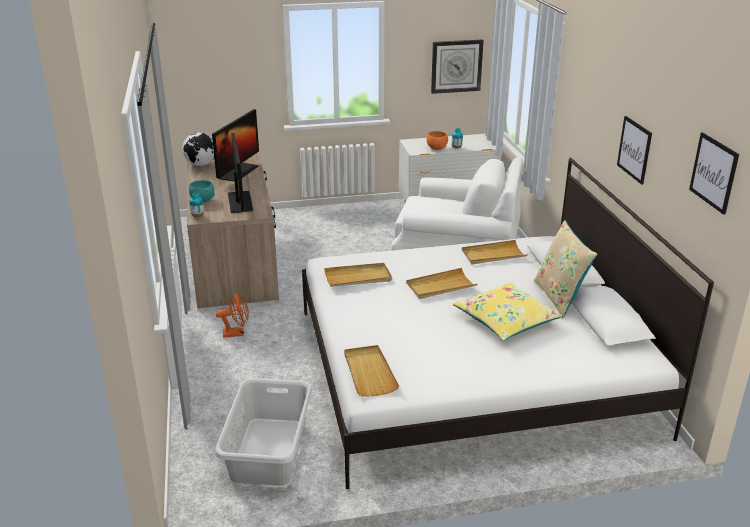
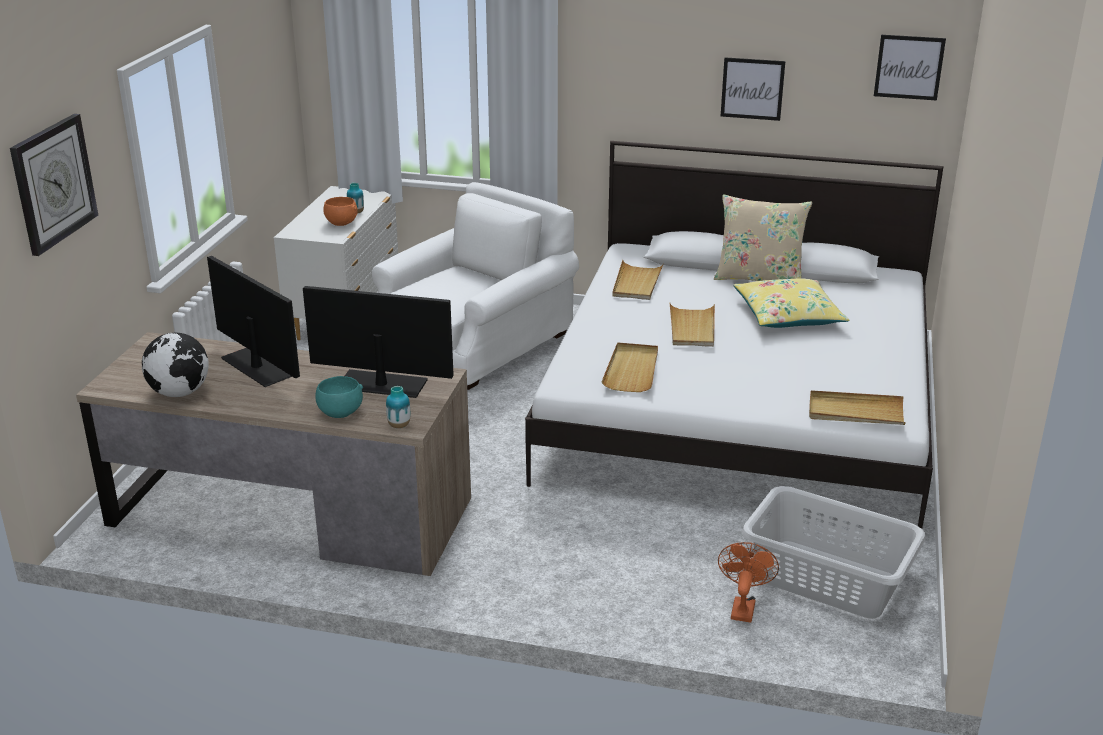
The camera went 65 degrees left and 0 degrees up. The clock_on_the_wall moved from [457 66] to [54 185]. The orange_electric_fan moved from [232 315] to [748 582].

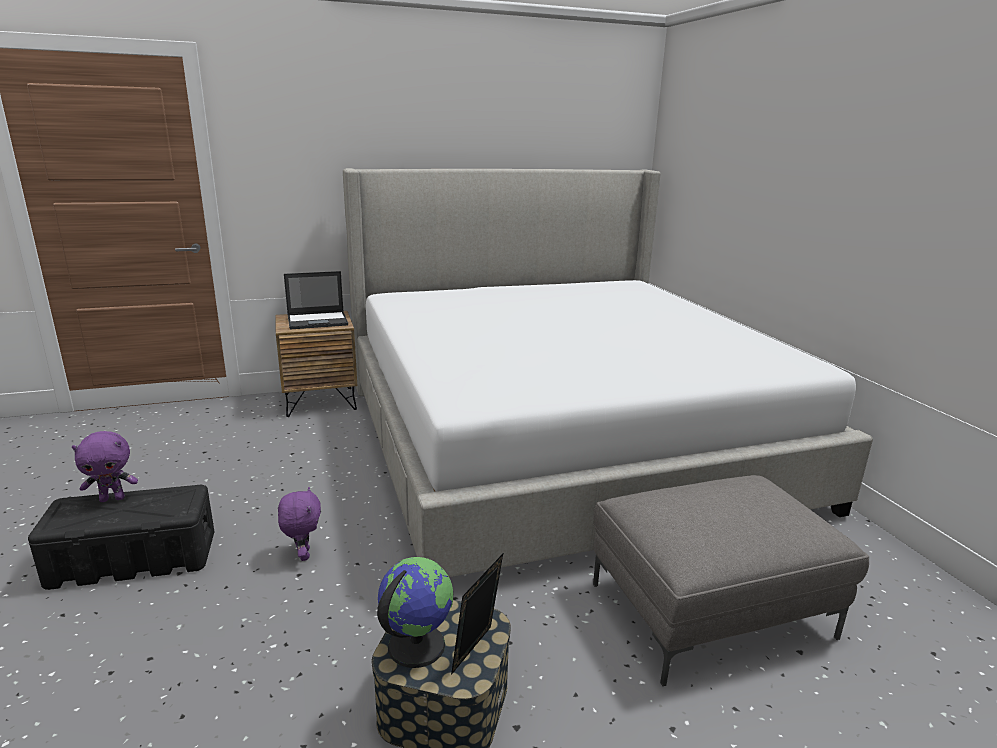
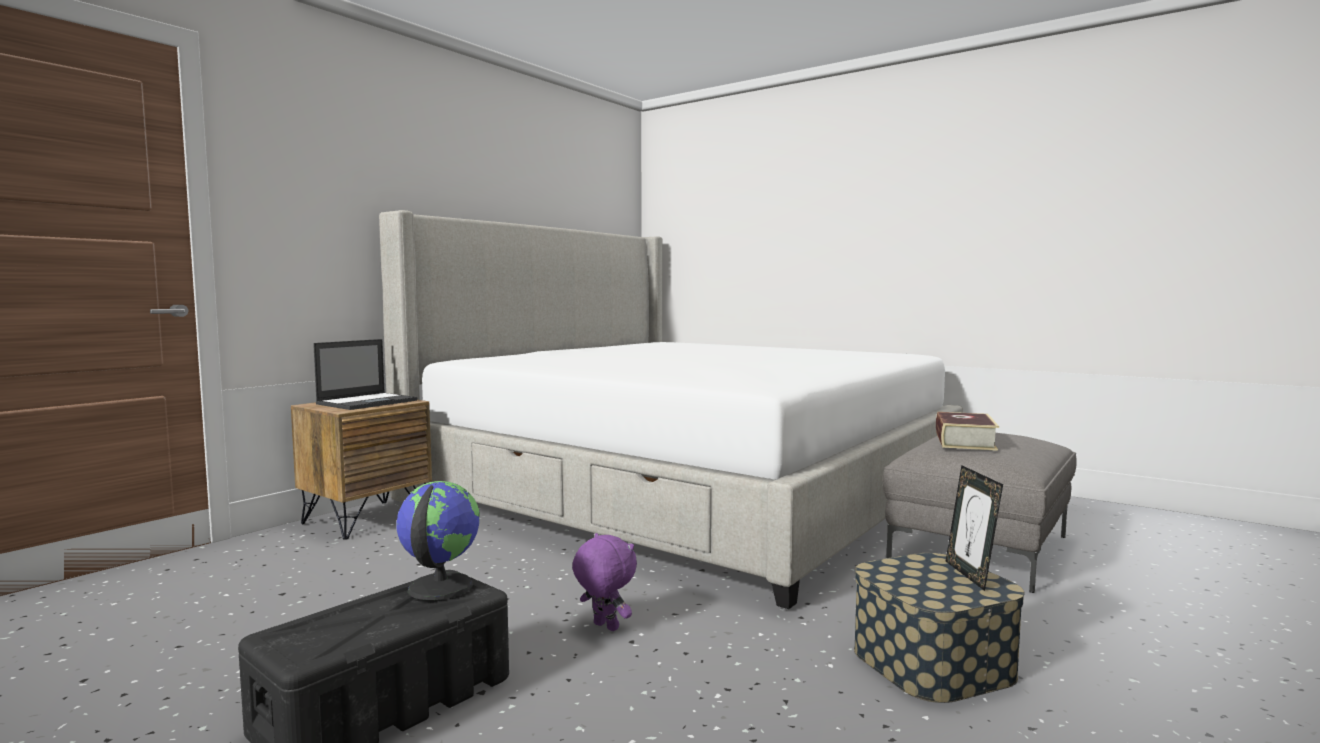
The camera went 35 degrees left and 15 degrees down. The purplish_cuddly_toy at [105 466] disappeared. The globe moved from [415 612] to [438 540]. The bound_book at [967 431] appeared.

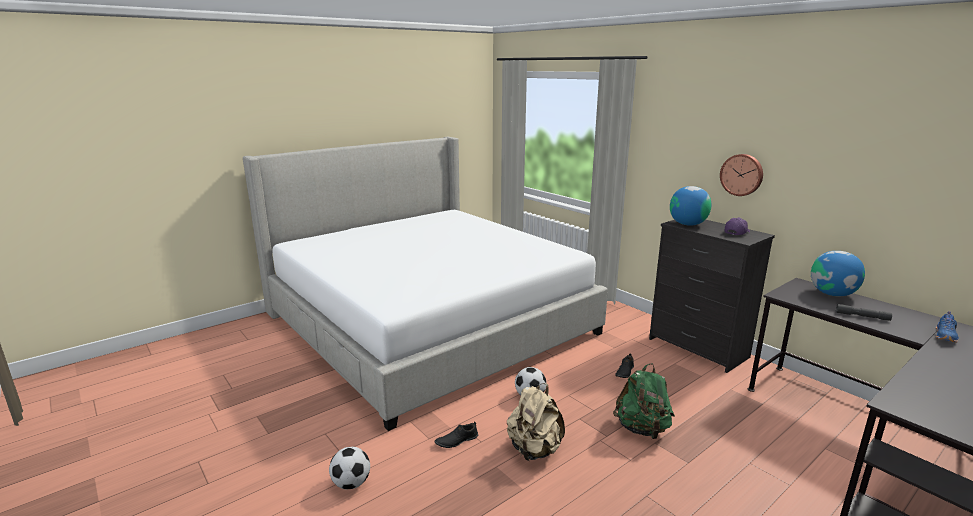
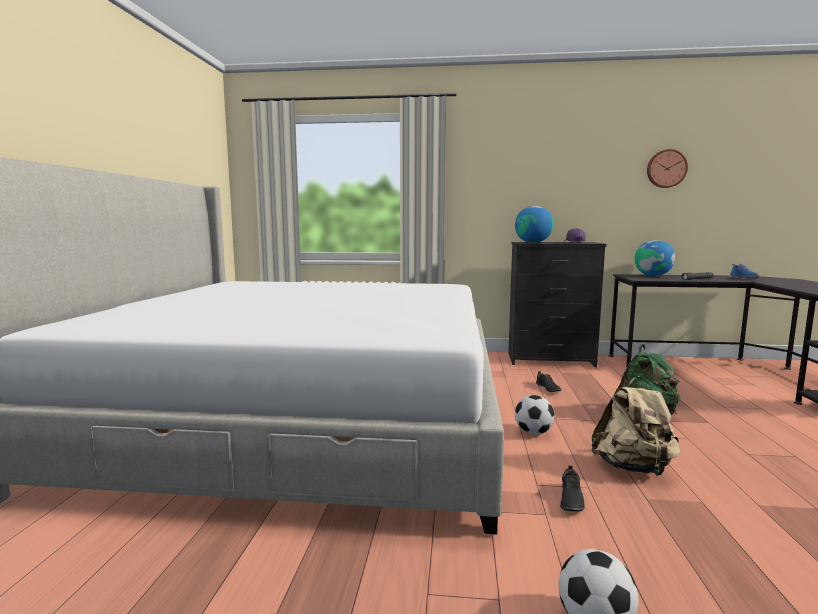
The camera went 45 degrees left and 10 degrees down. The clock_on_the_wall moved from [741 175] to [667 168].

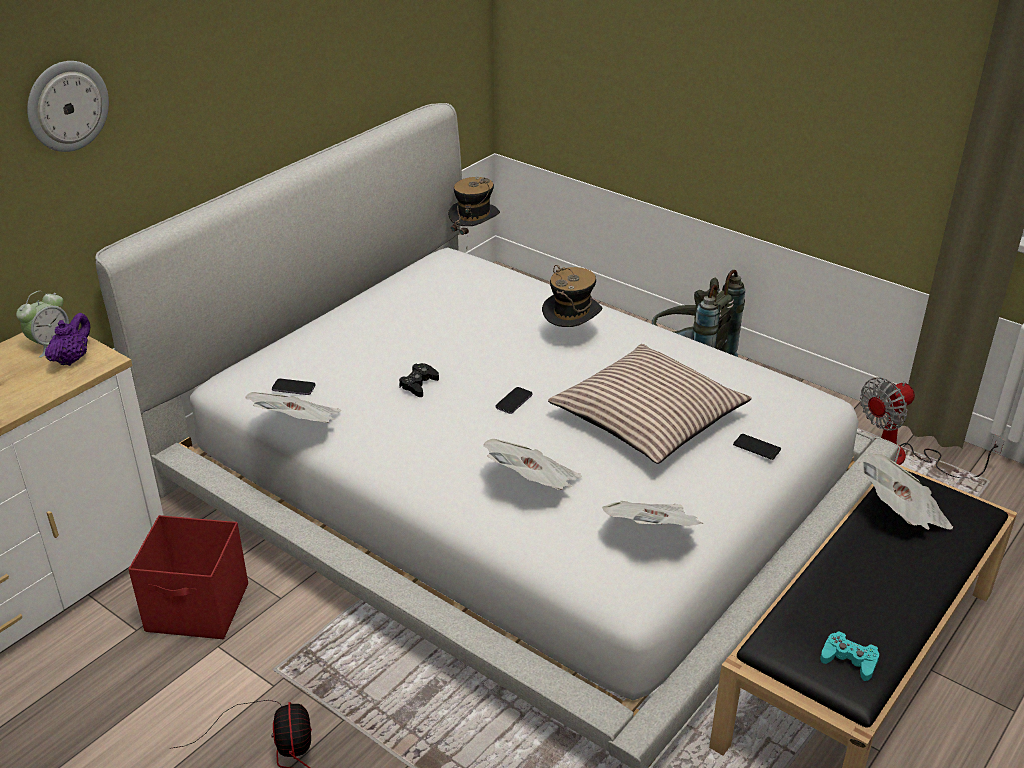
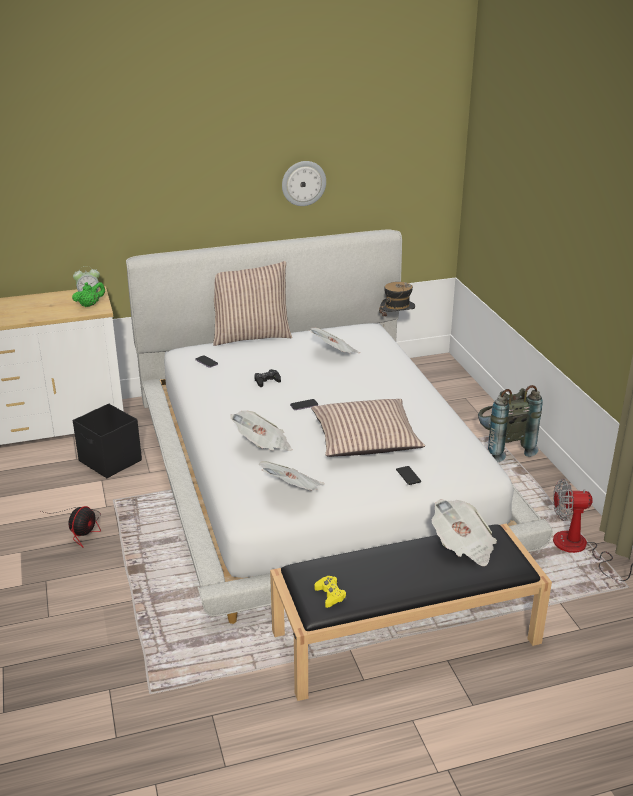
The camera went 35 degrees right and 5 degrees down. The clock_on_the_wall moved from [68 106] to [304 183]. The wearable_hat at [572 296] disappeared. The purplish_teapot at [68 339] became the green_teapot at [88 294]. The printed_paper moved from [293 407] to [335 340]. The red-coloured_storage_bin at [188 577] became the black-coloured_storage_bin at [107 441]. The blue-green_joypad at [850 656] became the yellowish_joypad at [331 592]. The cushion at [252 303] appeared.

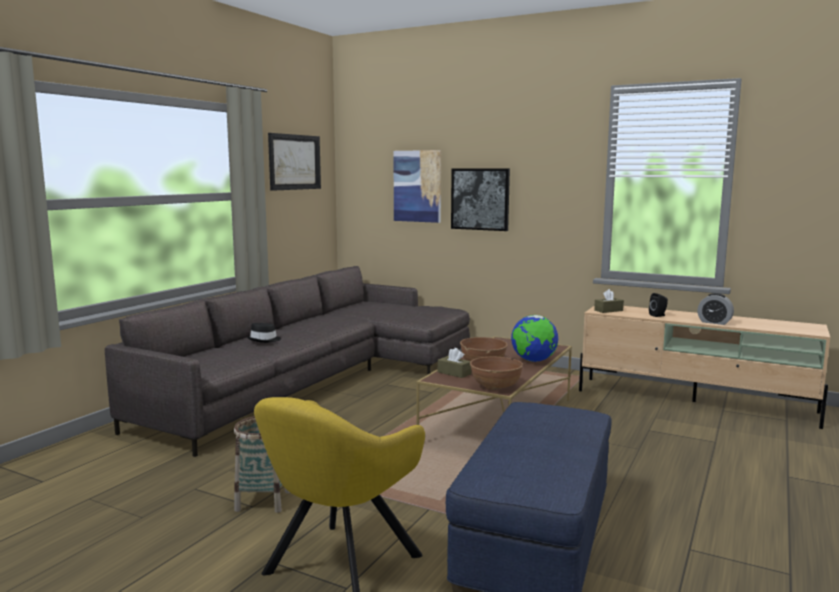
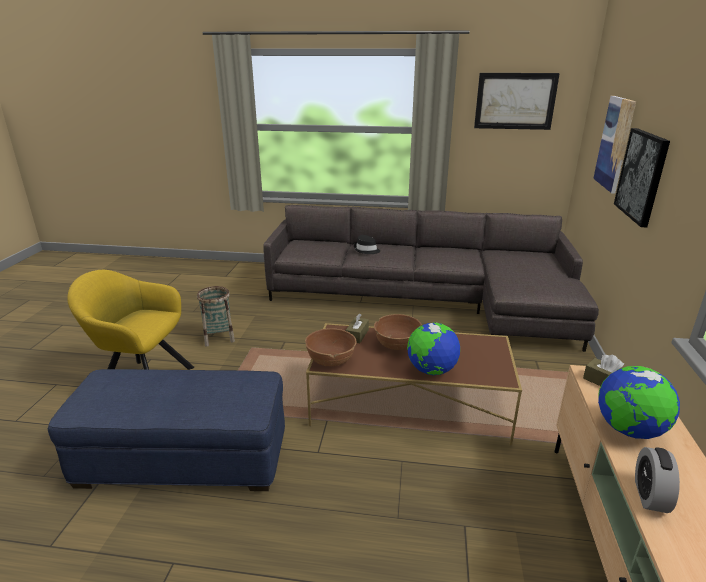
The camera went 70 degrees right and 15 degrees up. The black-coloured_audio_speaker at [658 305] was replaced by the globe at [639 402].

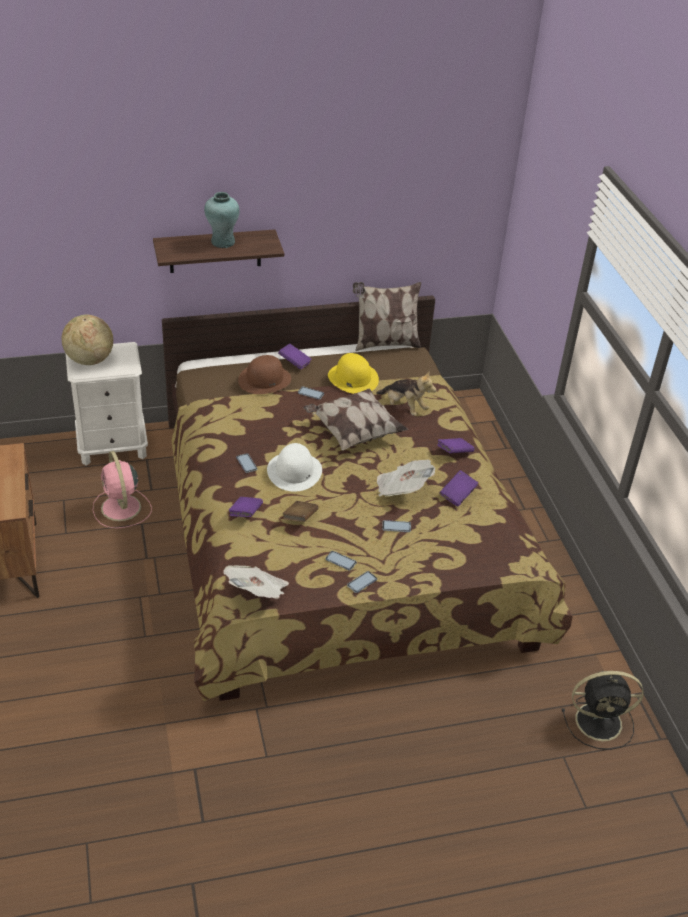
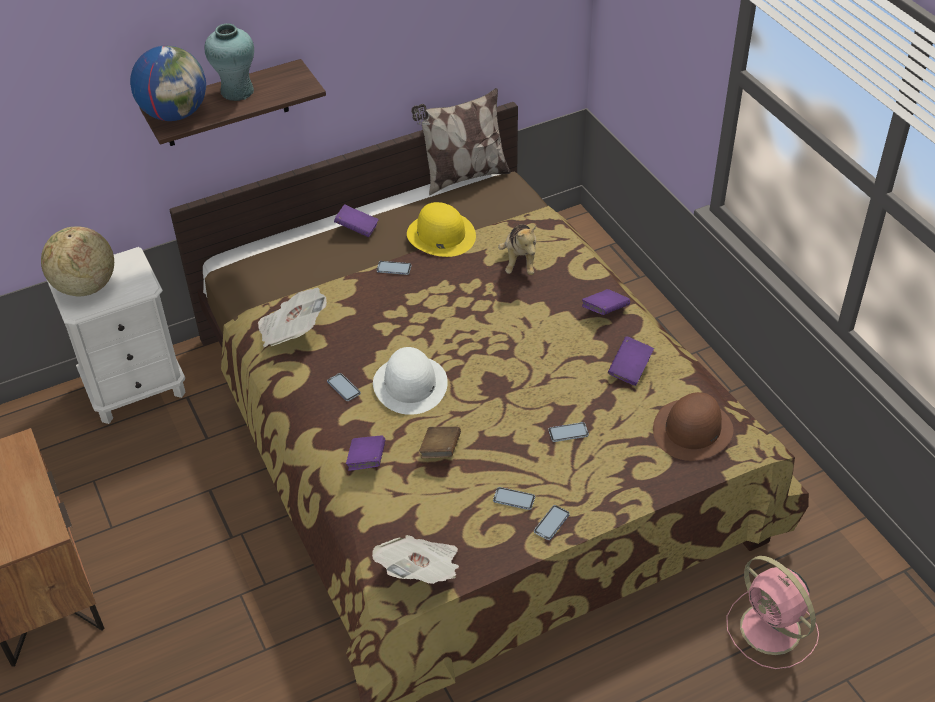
The camera went 10 degrees left and 5 degrees up. The brown-coloured_wearable_hat moved from [264 374] to [693 426]. The cuddly_toy at [406 394] turned 60 degrees clockwise. The cushion at [356 419] disappeared. The pink-coloured_electric_fan moved from [122 489] to [772 612]. The printed_paper moved from [406 478] to [292 317]. The black-coloured_electric_fan at [603 710] disappeared. The globe at [168 83] appeared.

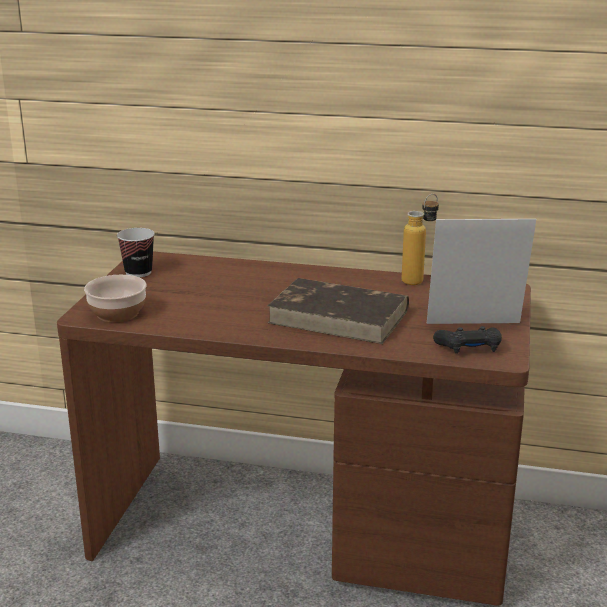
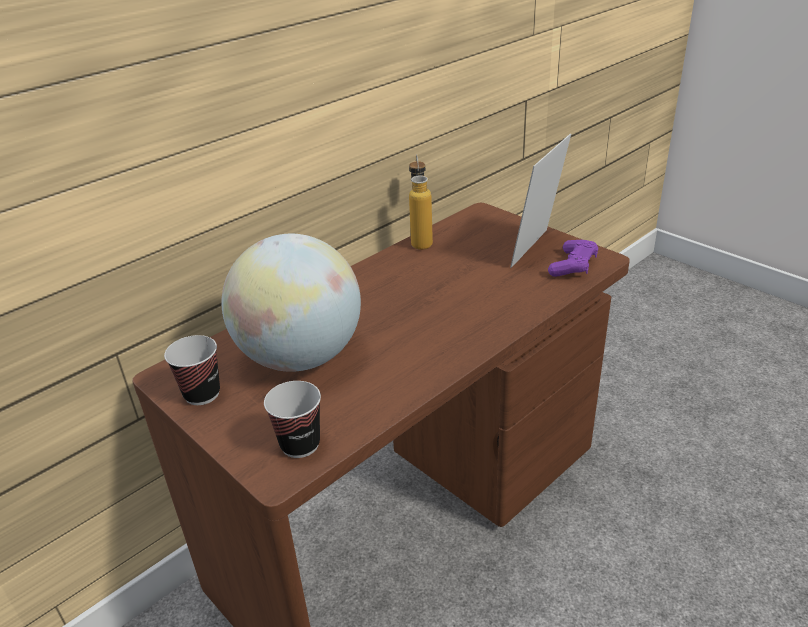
The camera went 55 degrees left and 10 degrees up. The serving_bowl at [115 298] was replaced by the drinking_cup at [292 419]. The brown-coloured_bound_book at [338 311] disappeared. The black-coloured_joypad at [467 340] became the purplish_joypad at [573 258]. The globe at [291 303] appeared.

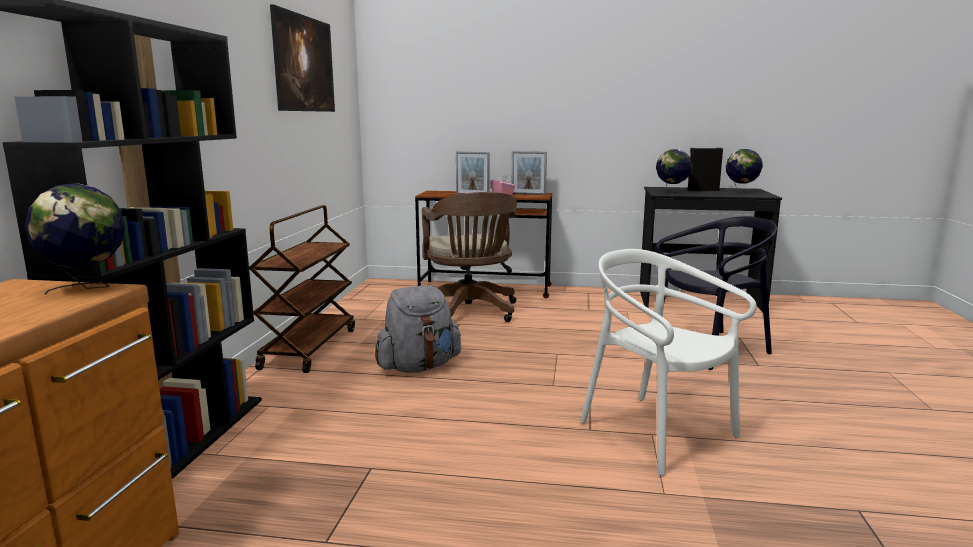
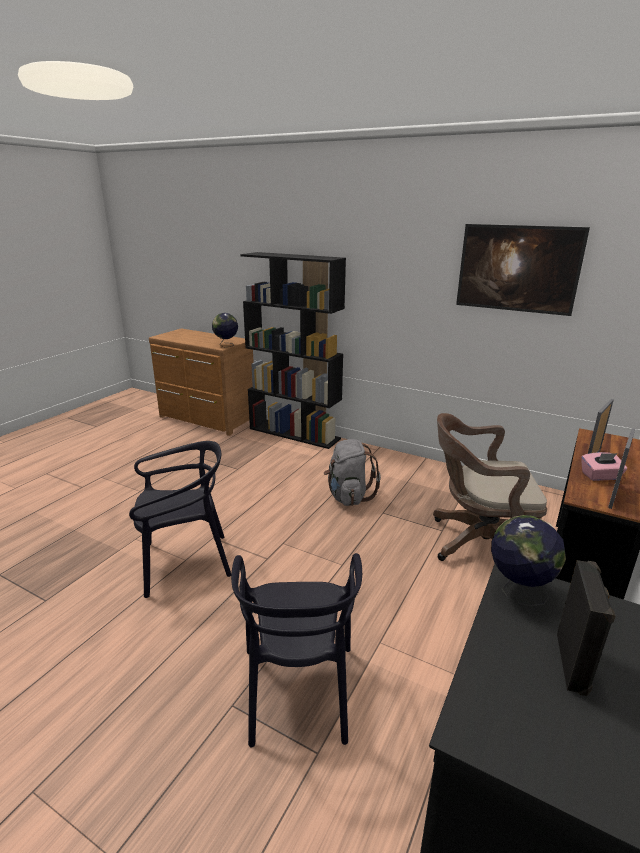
The camera went 110 degrees right and 10 degrees up. The globe at [744 171] disappeared. The brown-coloured_wheeled_cart at [302 289] disappeared. The white-coloured_upright_chair at [668 362] became the black-coloured_upright_chair at [180 519].

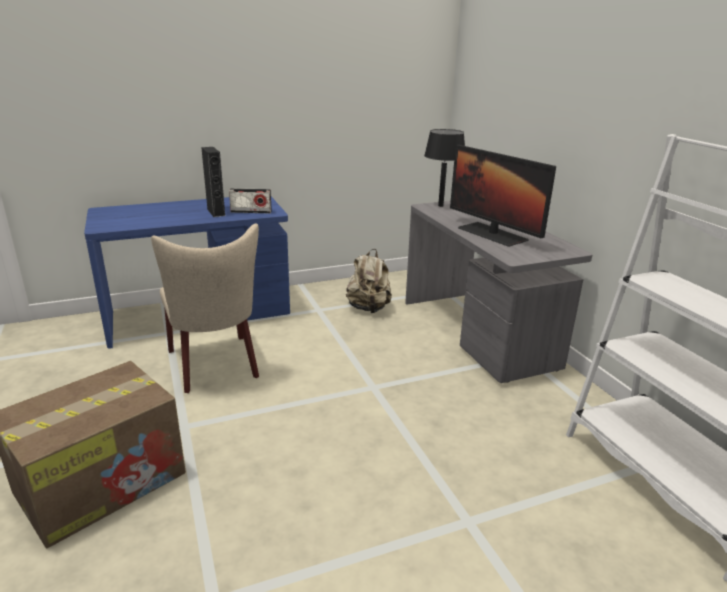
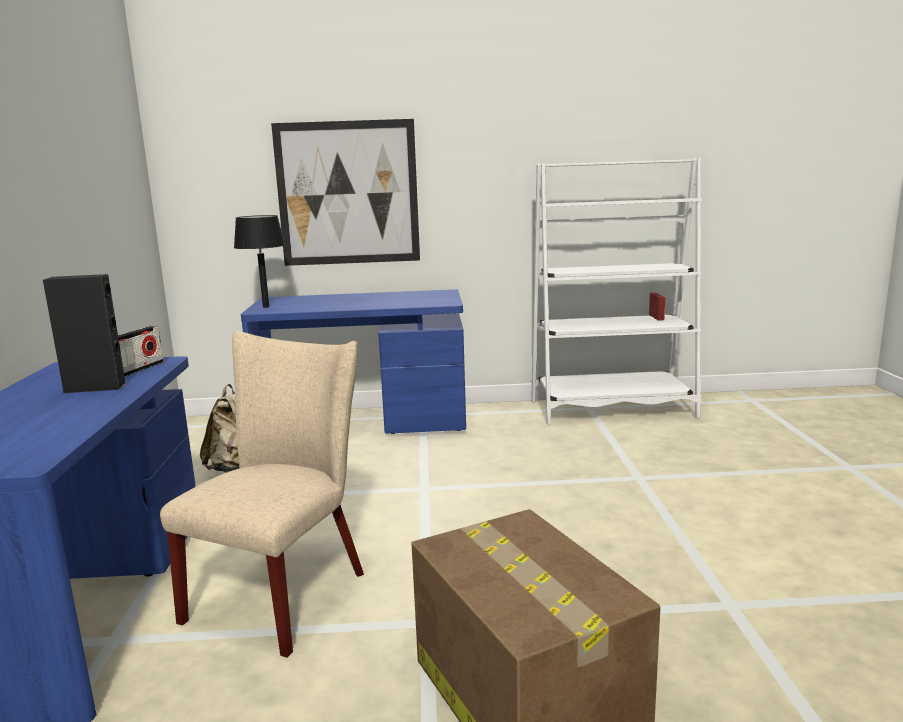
The camera went 70 degrees left and 10 degrees down. The computer_screen at [503 196] disappeared. The greyish_desk_unit at [498 292] became the blue-coloured_desk_unit at [353 361]. The beige_upright_chair at [205 308] turned 60 degrees counterclockwise. The wall_picture at [345 192] appeared.

